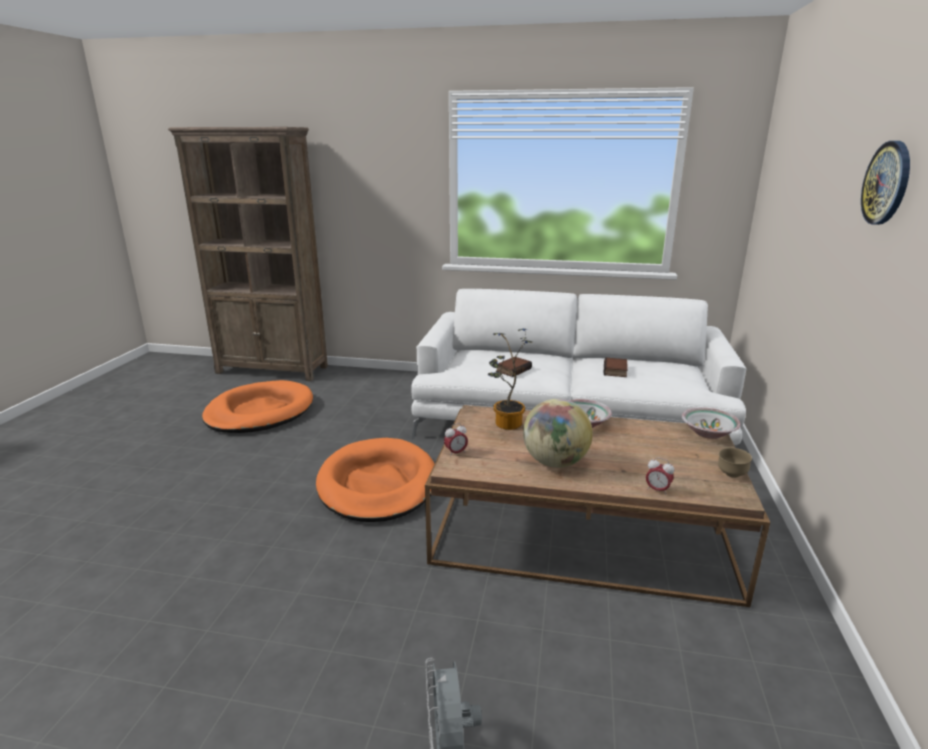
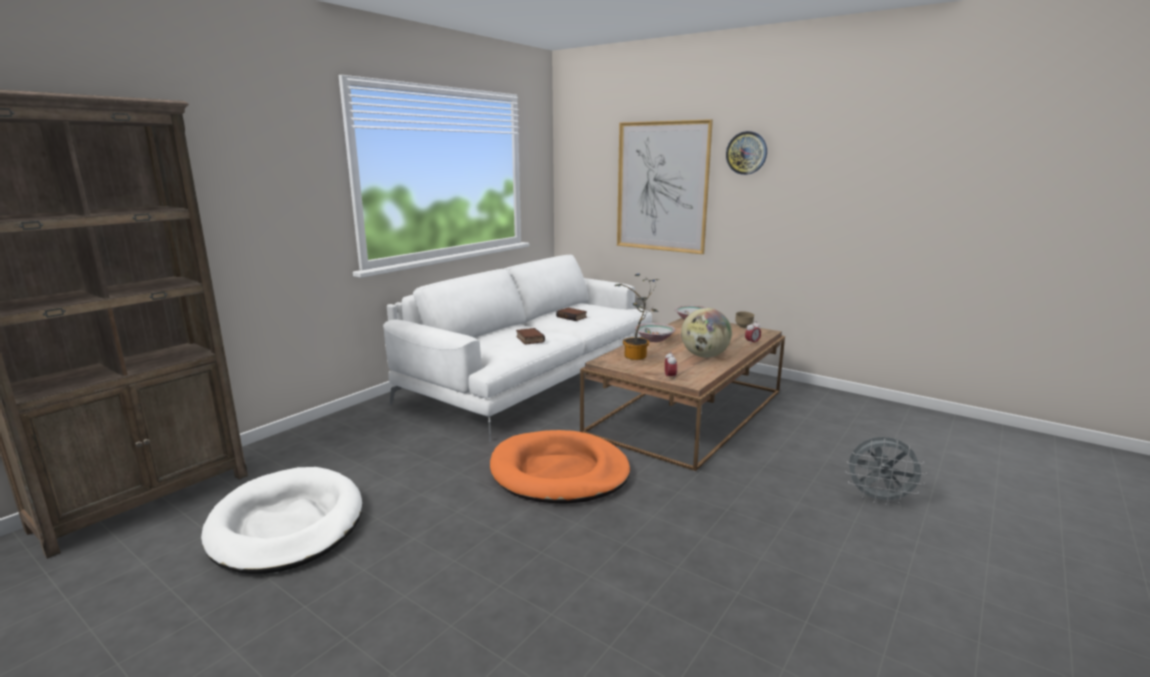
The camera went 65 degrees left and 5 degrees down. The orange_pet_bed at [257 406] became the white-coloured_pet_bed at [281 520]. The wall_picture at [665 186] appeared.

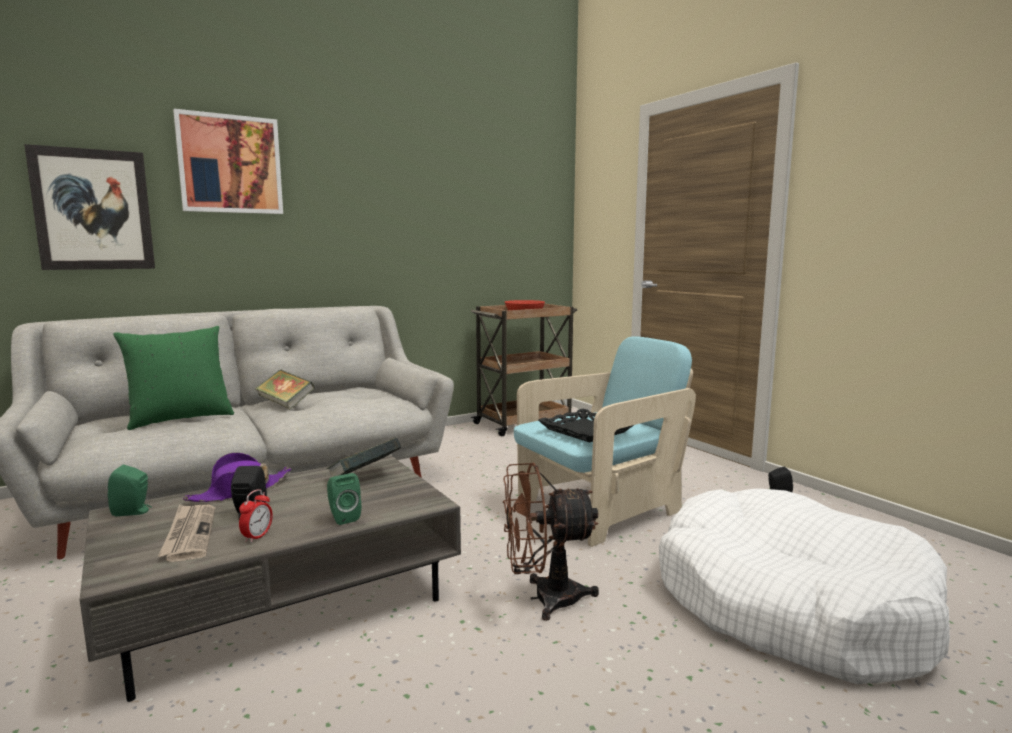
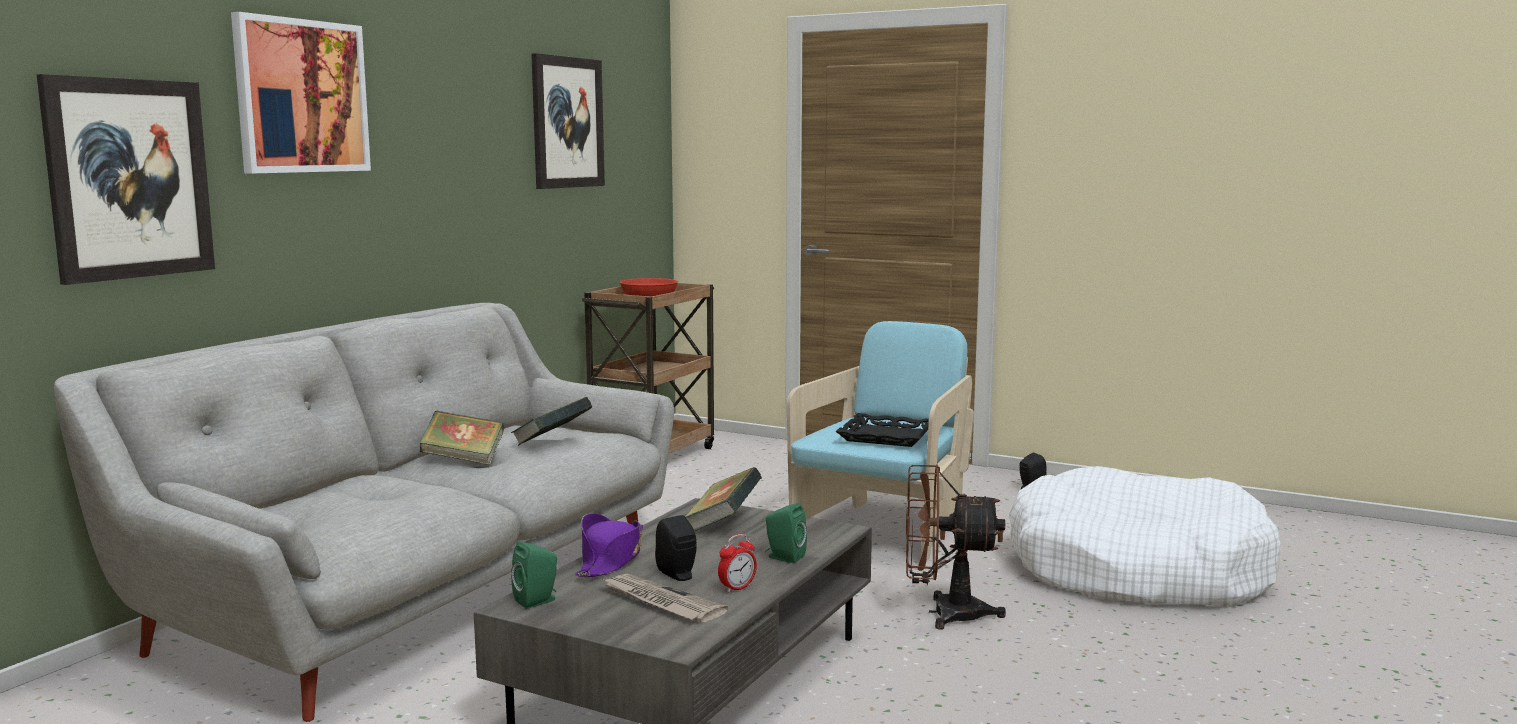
The camera went 30 degrees left and 0 degrees up. The green_cushion at [173 378] disappeared. The brown-coloured_electric_fan at [551 542] turned 45 degrees clockwise. The alarm_clock at [256 516] turned 60 degrees clockwise. The wall_picture at [568 121] appeared. The bound_book at [551 421] appeared.

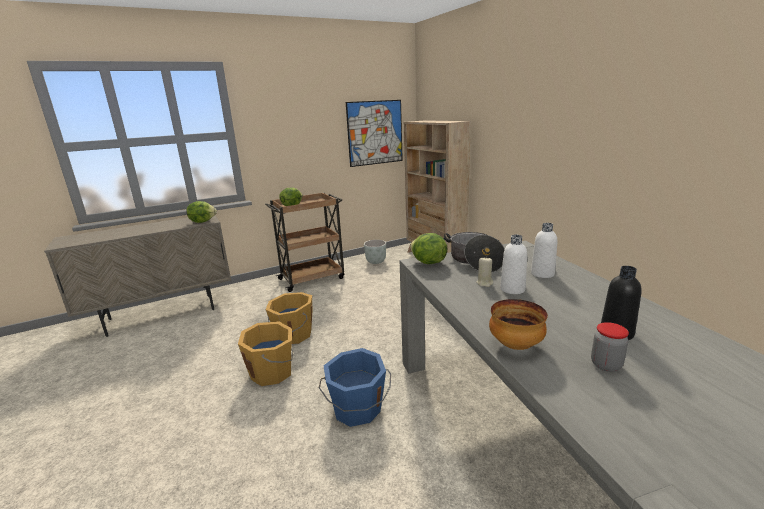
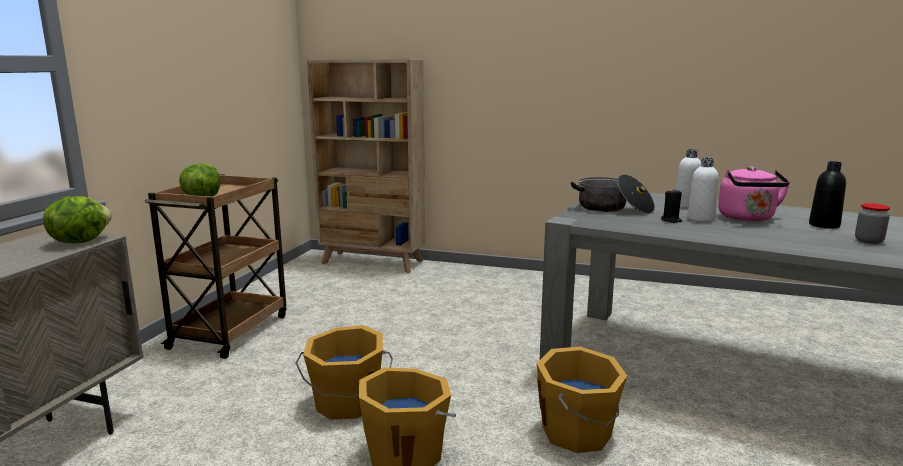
The camera went 45 degrees left and 5 degrees down. The wall_picture at [374 133] disappeared. The lettuce at [428 248] disappeared. The greyish_planter at [375 252] disappeared. The beige_wax_candle at [484 272] became the black-coloured_wax_candle at [671 205]. The serving_bowl at [518 324] disappeared. The blue-coloured_bucket at [355 387] became the orange_bucket at [582 399]. The pink-coloured_tea_kettle at [754 193] appeared.

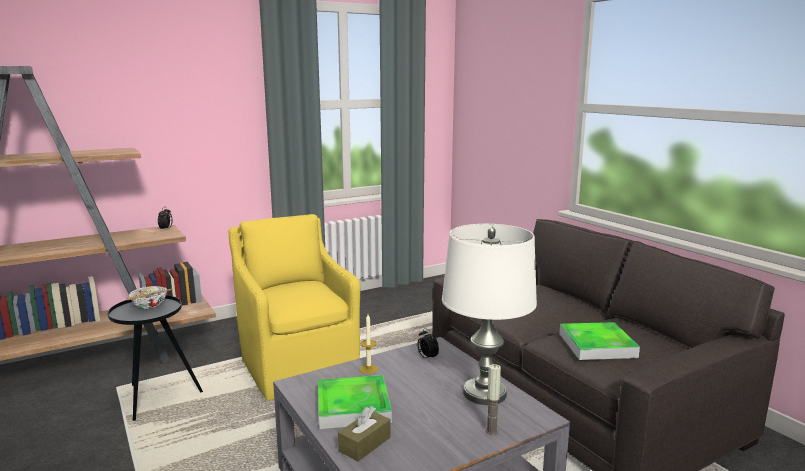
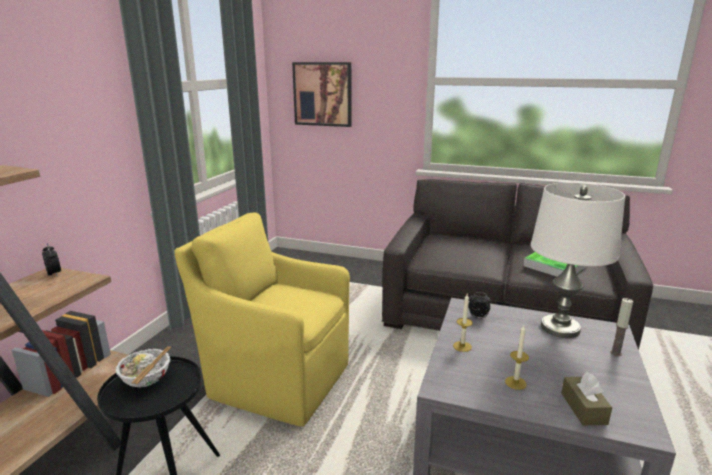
The camera went 40 degrees left and 5 degrees up. The carrying_tray at [355 402] was replaced by the wax_candle at [517 357]. The wall_picture at [322 94] appeared.

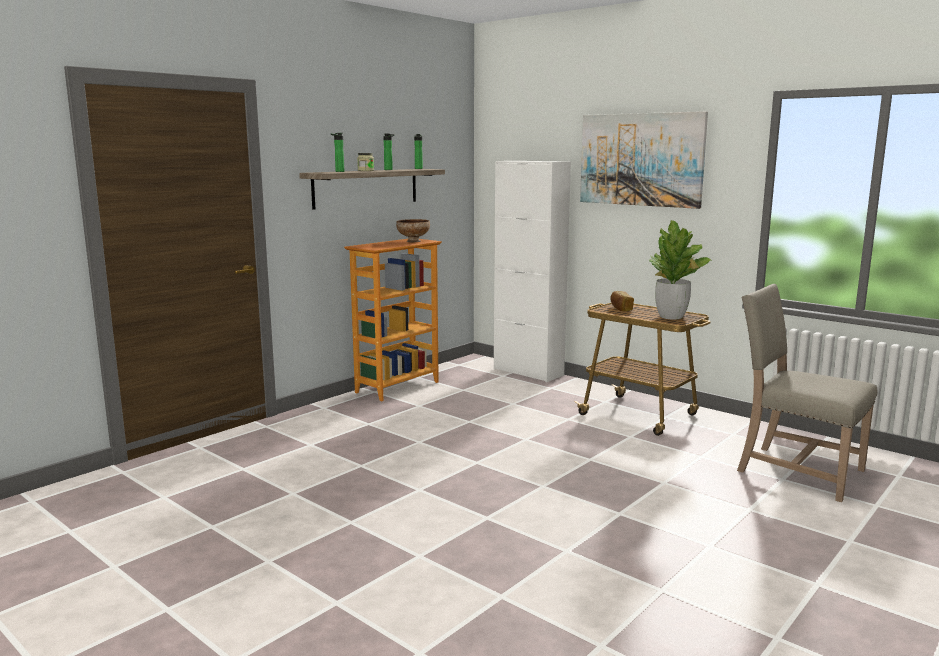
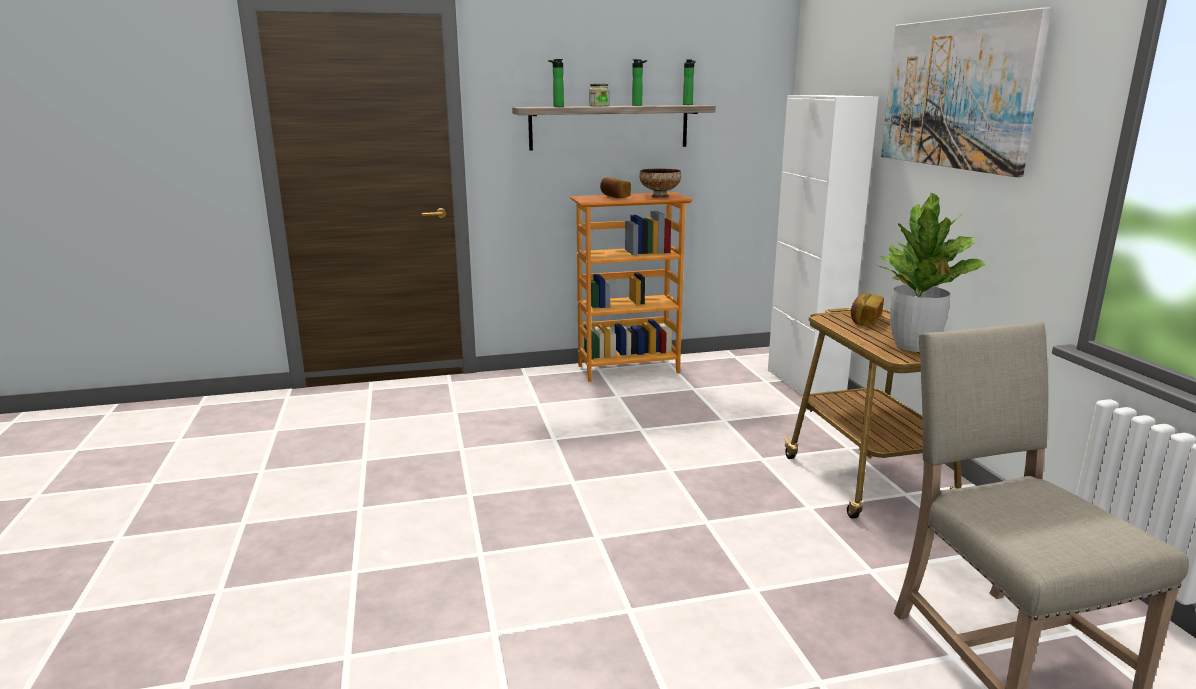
The camera went 35 degrees right and 5 degrees up. The baked_bread at [615 187] appeared.

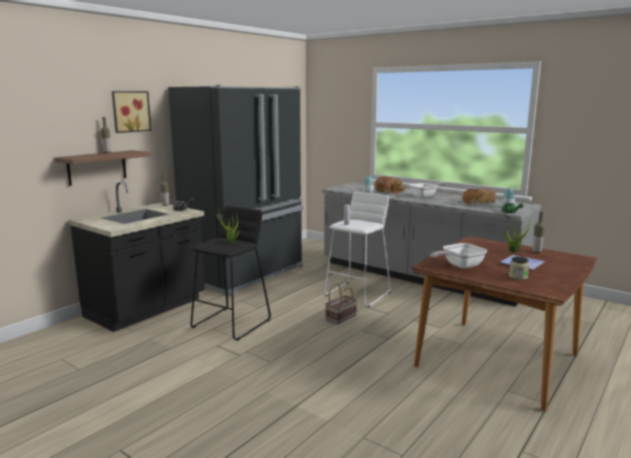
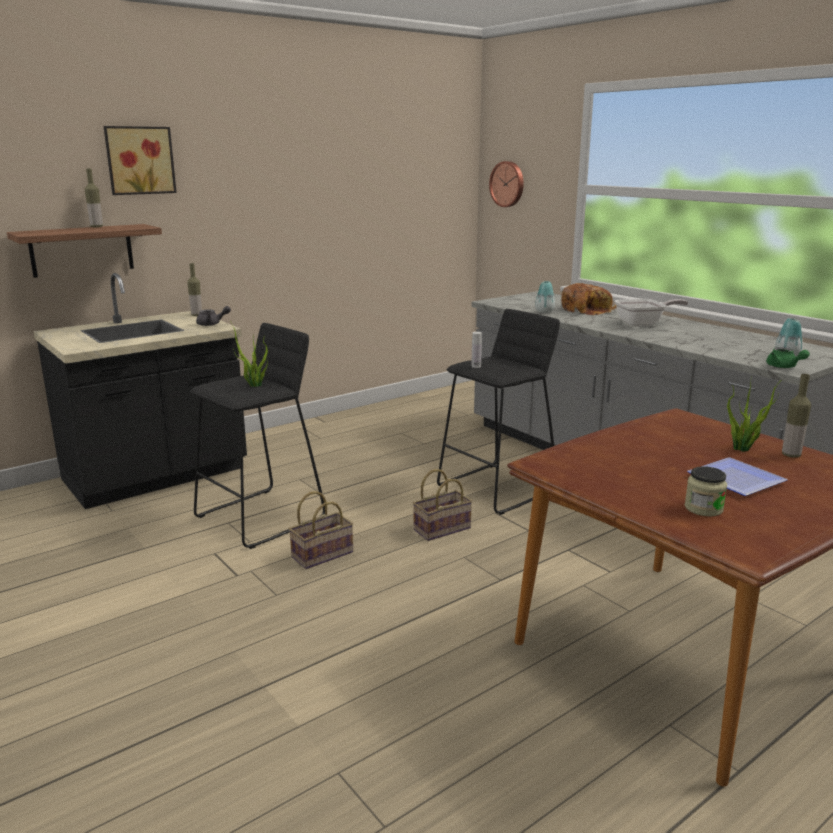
The camera went 15 degrees right and 5 degrees up. The black-coloured_kitchen_fridge at [235 190] disappeared. The baked_bread at [479 197] disappeared. The white-coloured_sitting_stool at [357 249] became the black-coloured_sitting_stool at [498 412]. The pan at [458 256] disappeared. The clock_on_the_wall at [506 184] appeared. The storage_basket at [321 530] appeared.

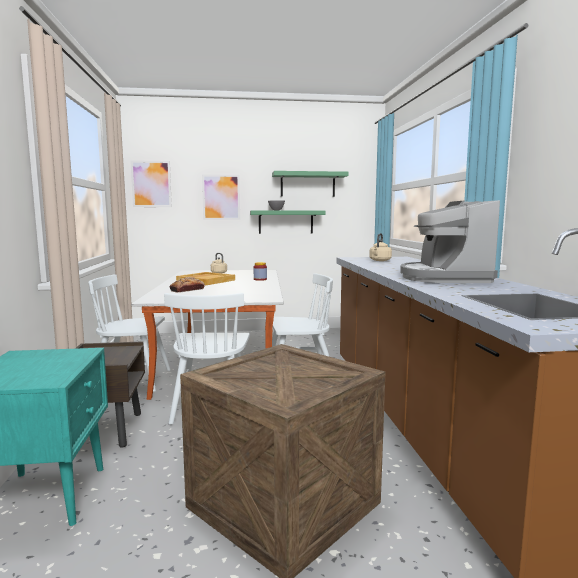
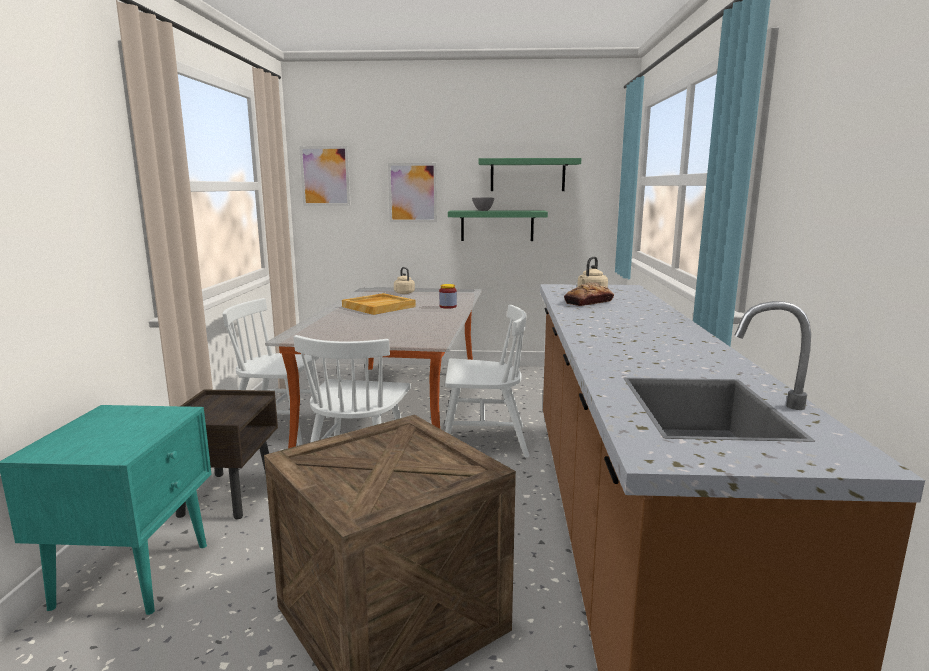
The camera went 10 degrees right and 5 degrees up. The coffee_brewer at [450 241] disappeared. The baked_bread moved from [187 285] to [589 294].

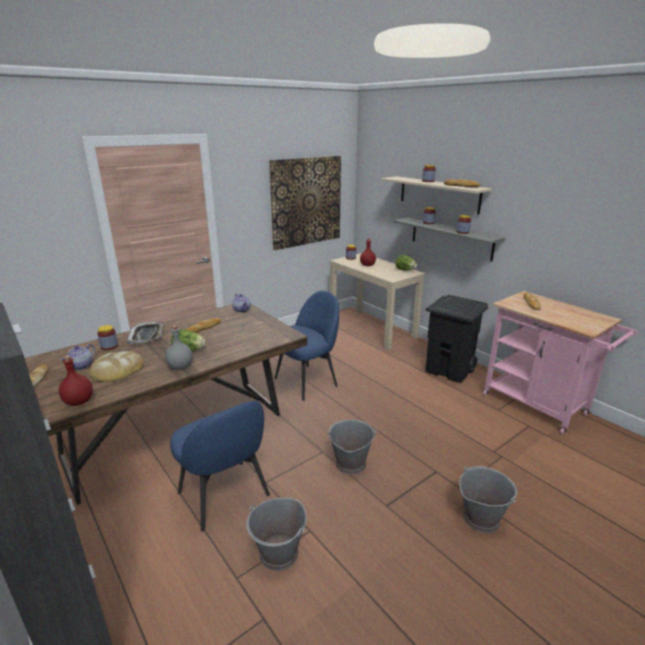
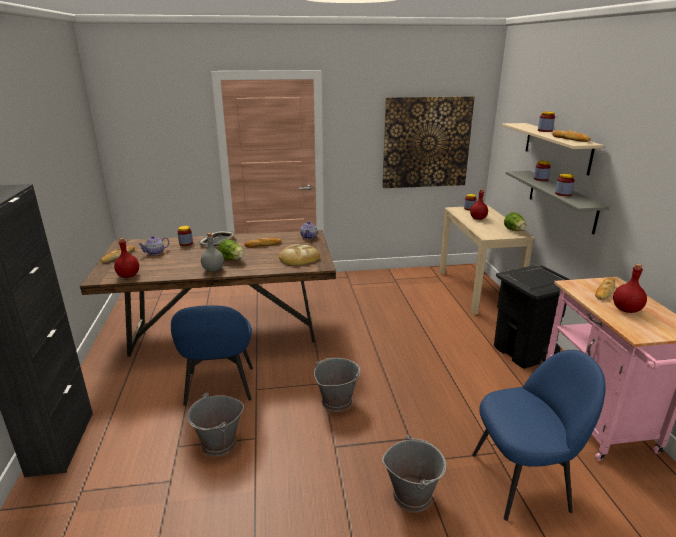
The camera went 30 degrees right and 0 degrees up. The blue-coloured_upright_chair moved from [307 346] to [539 435]. The baked_bread moved from [116 366] to [299 254]. The red-coloured_beverage_bottle at [630 288] appeared.

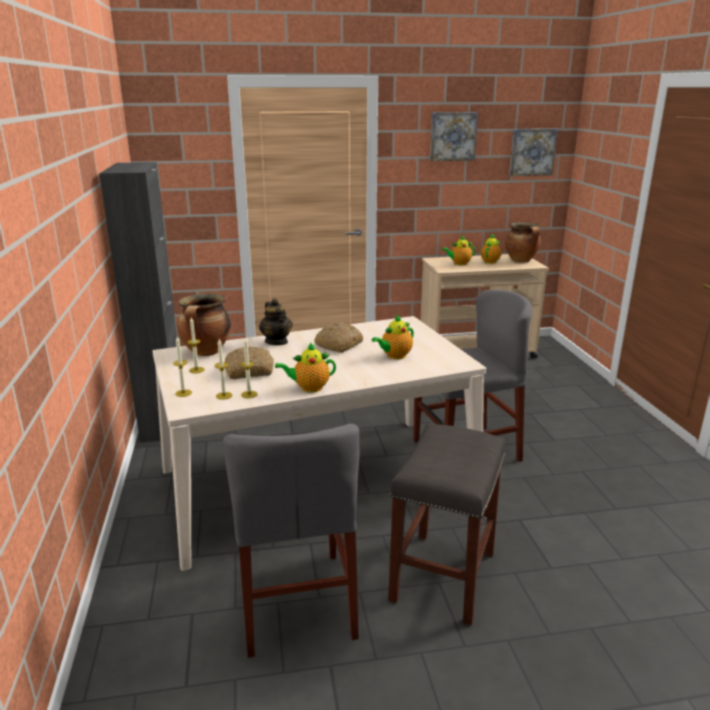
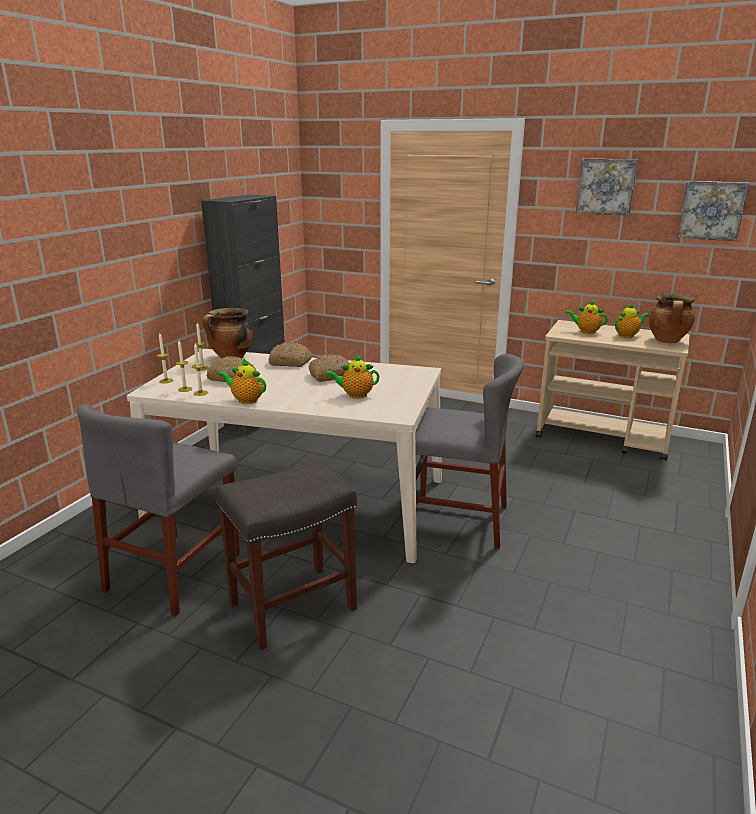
The camera went 35 degrees right and 0 degrees up. The teapot at [275 321] was replaced by the baked_bread at [290 354].

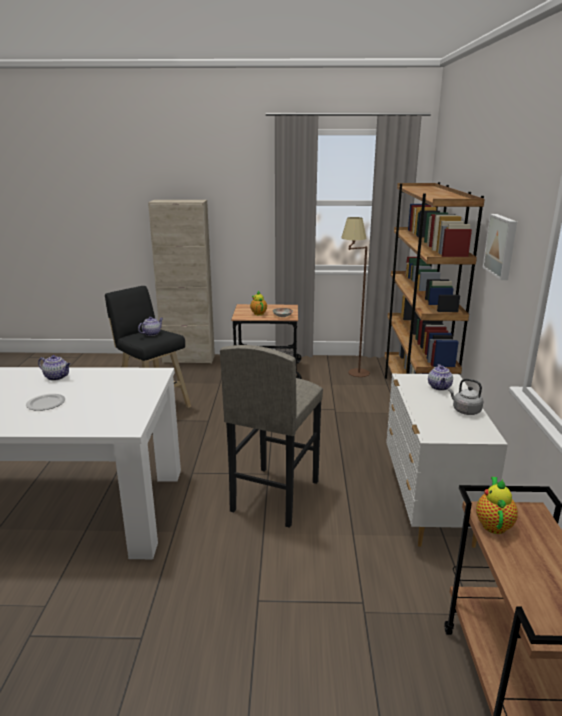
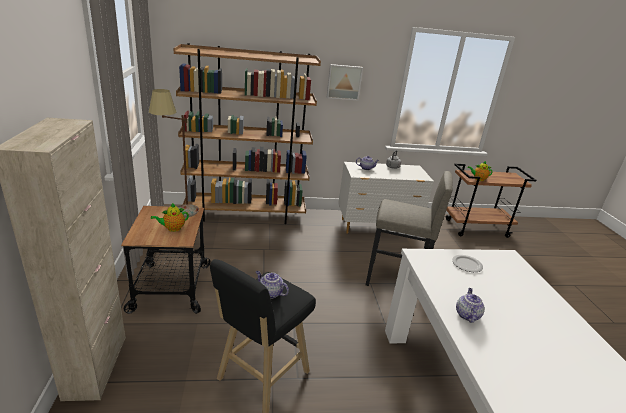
The camera went 100 degrees left and 5 degrees up. The dinner_plate moved from [45 402] to [467 263].

